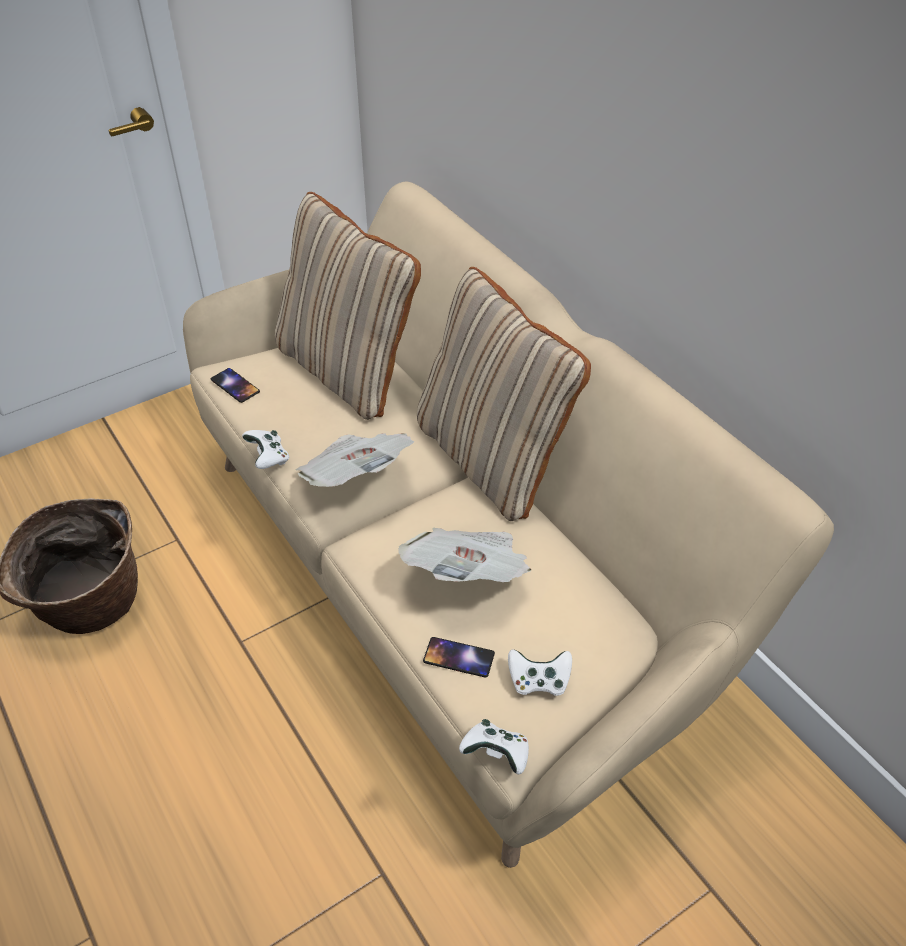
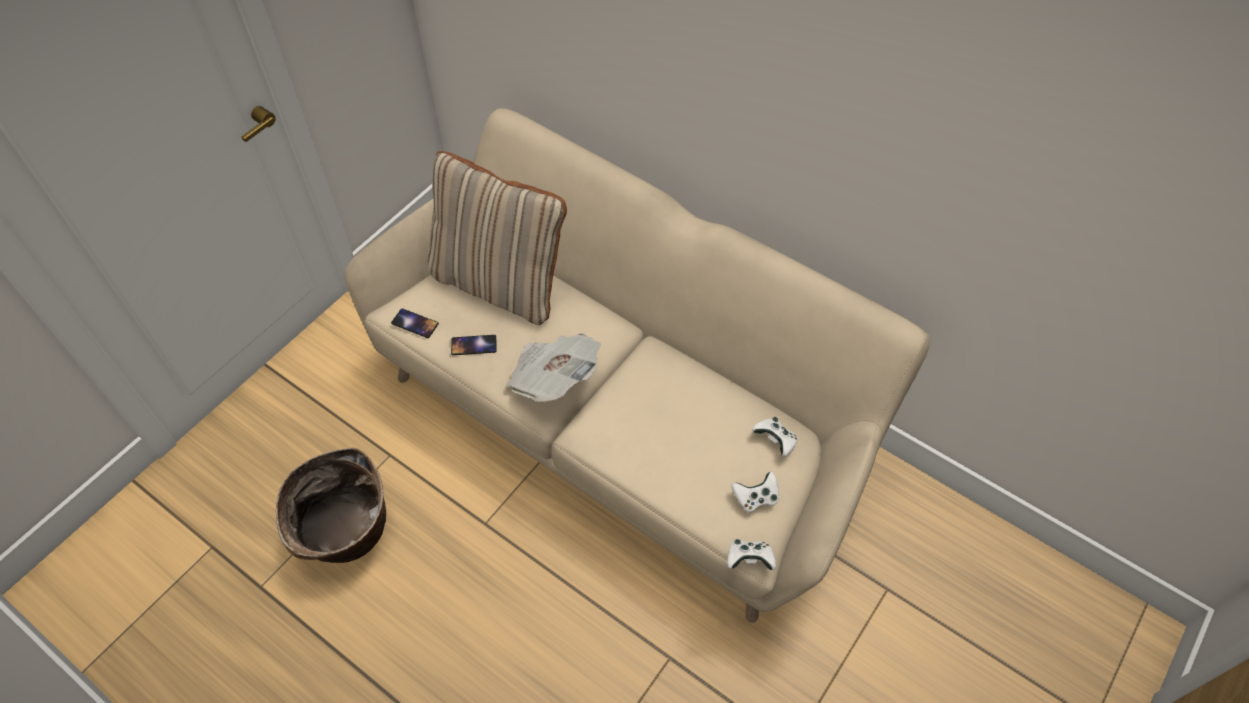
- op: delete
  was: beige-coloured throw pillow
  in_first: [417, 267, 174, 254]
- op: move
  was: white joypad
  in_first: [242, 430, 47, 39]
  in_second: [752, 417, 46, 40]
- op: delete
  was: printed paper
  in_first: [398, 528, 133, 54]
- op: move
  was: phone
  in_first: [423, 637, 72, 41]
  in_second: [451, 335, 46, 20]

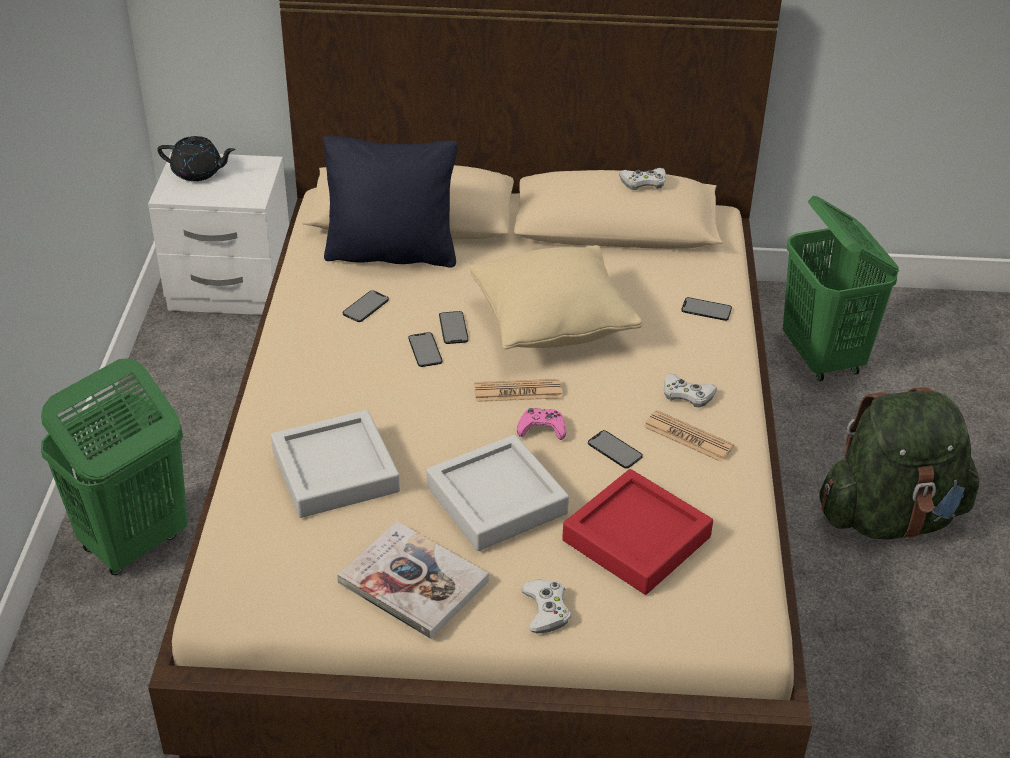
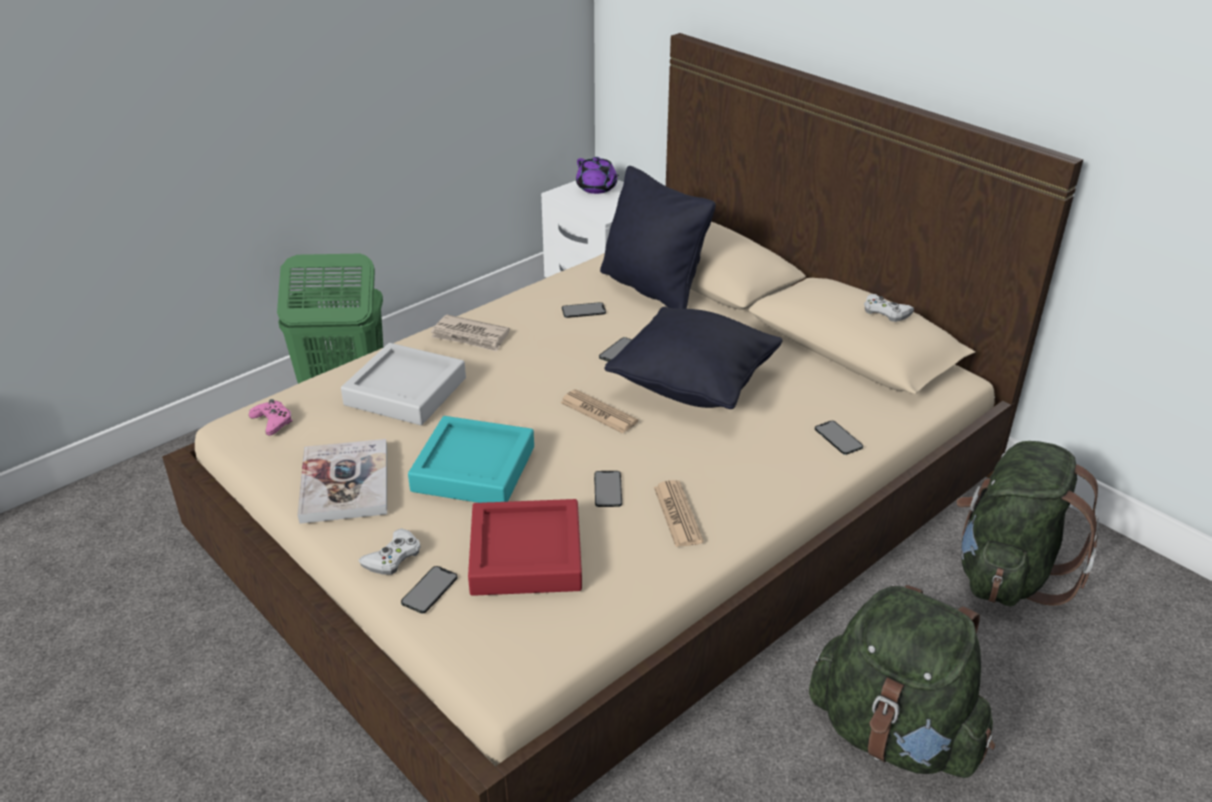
- op: recolor
  was: blackish tea pot
  now: purple tea pot
  in_first: [157, 136, 78, 45]
  in_second: [576, 157, 43, 37]
- op: replace
  was: green-coloured hamper
  now: green-coloured rucksack
  in_first: [783, 196, 116, 185]
  in_second: [956, 441, 143, 166]
- op: recolor
  was: beige-coloured throw pillow
  now: blackish throw pillow
  in_first: [470, 245, 172, 104]
  in_second: [604, 306, 179, 103]
- op: move
  was: phone
  in_first: [408, 332, 35, 35]
  in_second: [401, 566, 57, 48]
- op: delete
  was: white joypad
  in_first: [663, 374, 54, 34]
- op: move
  was: pink joypad
  in_first: [517, 408, 49, 32]
  in_second: [249, 399, 43, 36]
- op: recolor
  was: grey carrying tray
  now: turquoise-coloured carrying tray
  in_first: [426, 434, 143, 117]
  in_second: [408, 416, 126, 87]
- op: insert
  now: printed paper
  in_second: [431, 315, 79, 37]

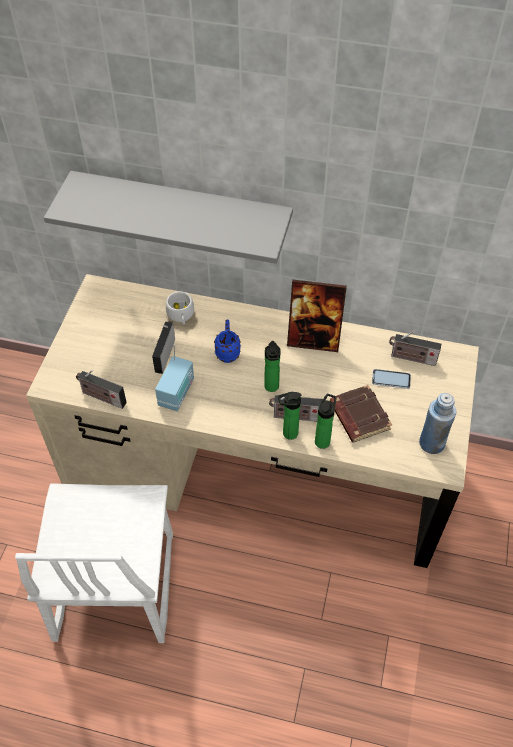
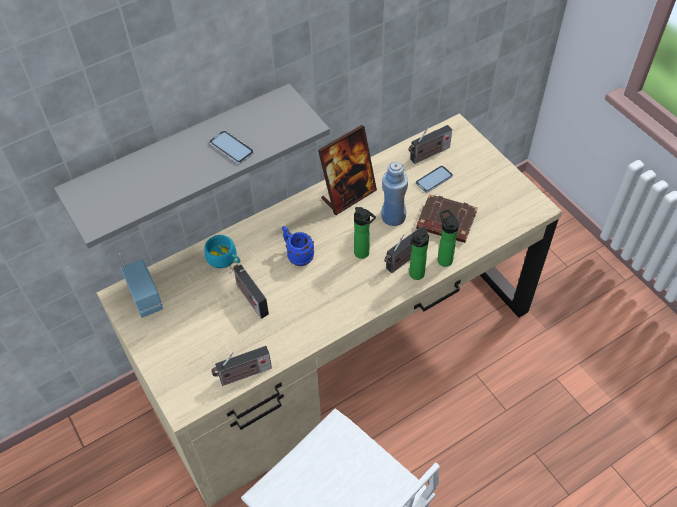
- op: recolor
  was: white drinking cup
  now: turquoise-coloured drinking cup
  in_first: [166, 292, 28, 32]
  in_second: [204, 235, 36, 33]
- op: move
  was: radio set
  in_first: [155, 345, 39, 66]
  in_second: [119, 253, 44, 65]
- op: move
  was: bluish drink bottle
  in_first: [419, 393, 38, 61]
  in_second: [381, 162, 27, 64]
- op: insert
  now: phone
  in_second: [209, 131, 45, 33]

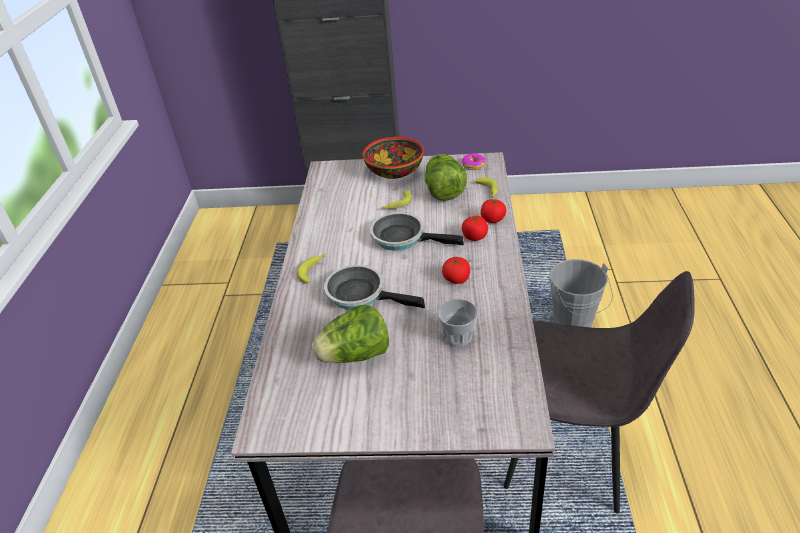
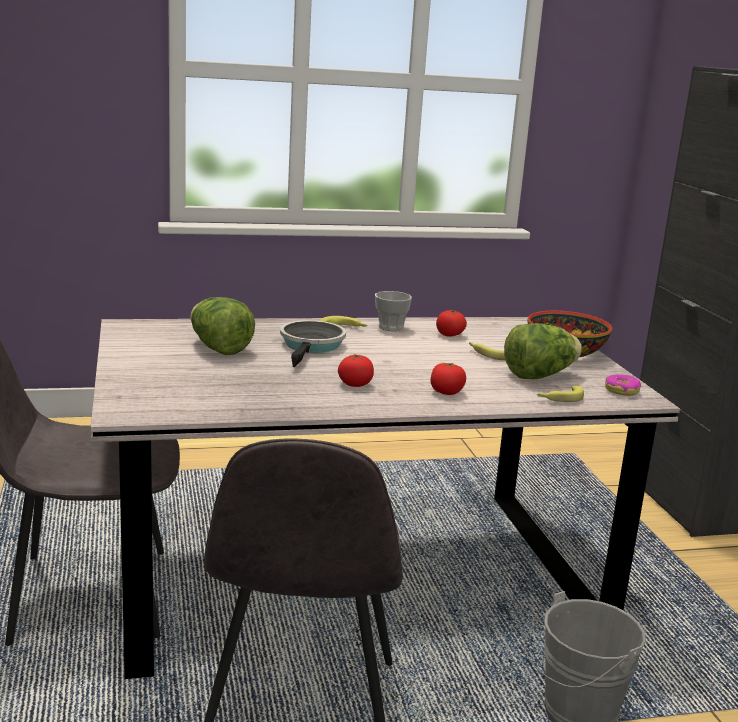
- op: move
  was: fresh tomato
  in_first: [481, 199, 25, 24]
  in_second: [436, 310, 31, 27]
- op: delete
  was: pan
  in_first: [370, 212, 94, 39]
- op: move
  was: drinking cup
  in_first: [437, 299, 41, 48]
  in_second: [375, 291, 37, 40]

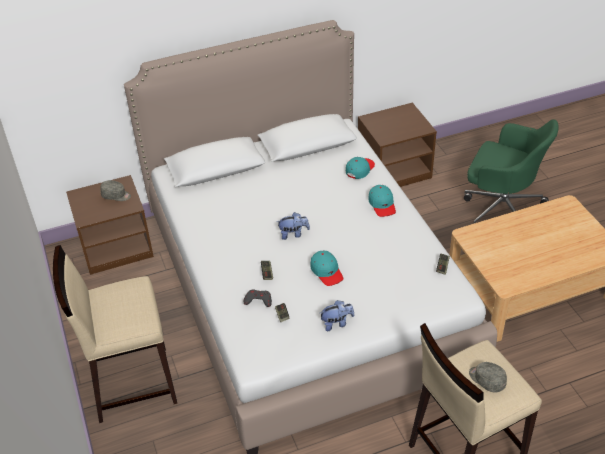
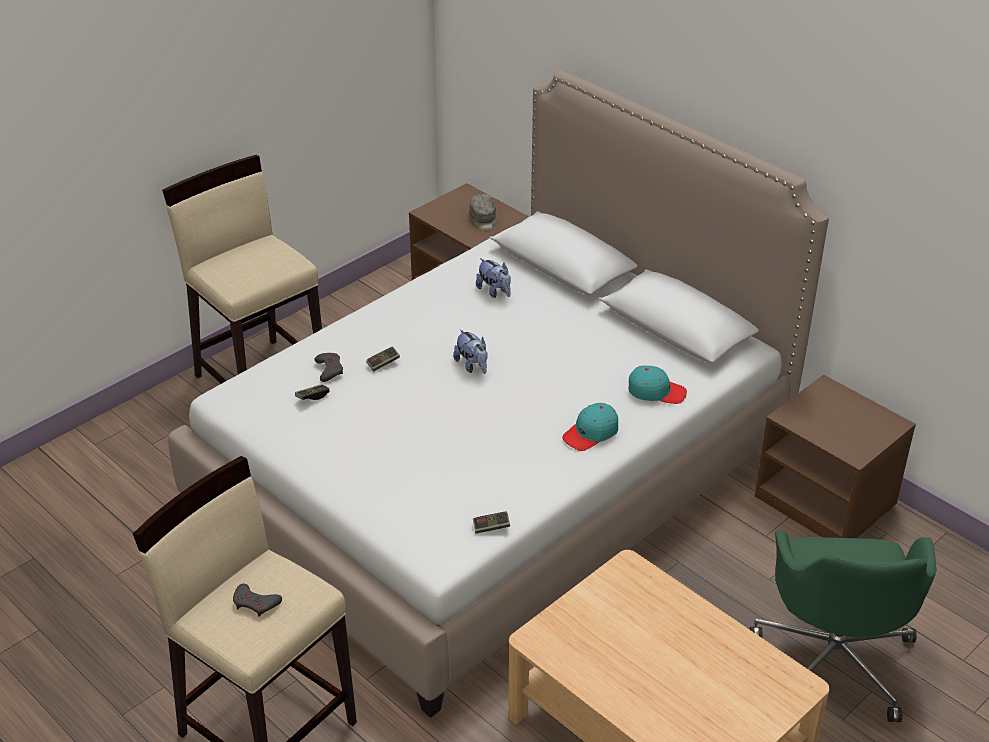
- op: delete
  was: turquoise-coloured baseball cap
  in_first: [310, 250, 33, 36]
- op: move
  was: plush toy
  in_first: [320, 300, 34, 31]
  in_second: [476, 258, 35, 40]
- op: replace
  was: grey baseball cap
  now: grey joypad
  in_first: [469, 362, 38, 31]
  in_second: [233, 584, 49, 33]

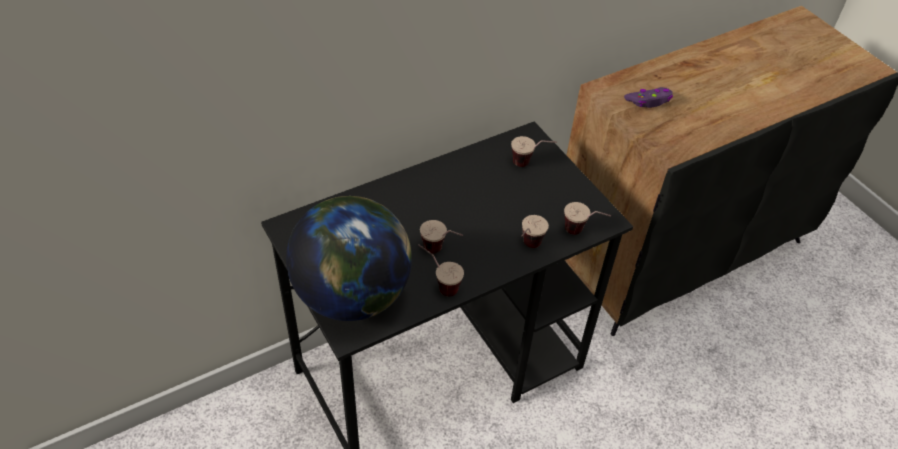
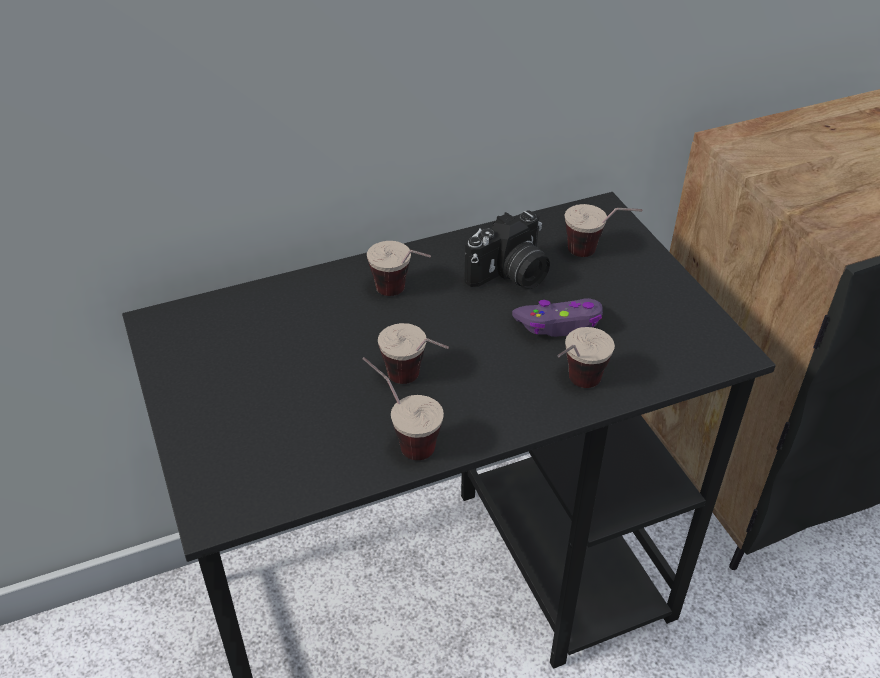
- op: move
  was: purple joypad
  in_first: [624, 87, 49, 21]
  in_second: [512, 298, 91, 39]
- op: delete
  was: globe
  in_first: [286, 196, 126, 125]
- op: move
  was: drinking cup
  in_first: [564, 202, 47, 33]
  in_second: [367, 241, 64, 55]
- op: insert
  now: still camera
  in_second: [464, 211, 86, 78]

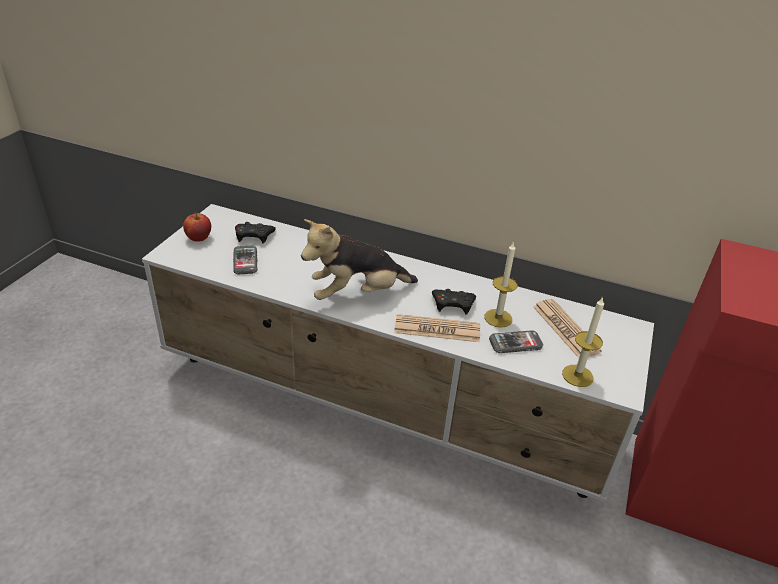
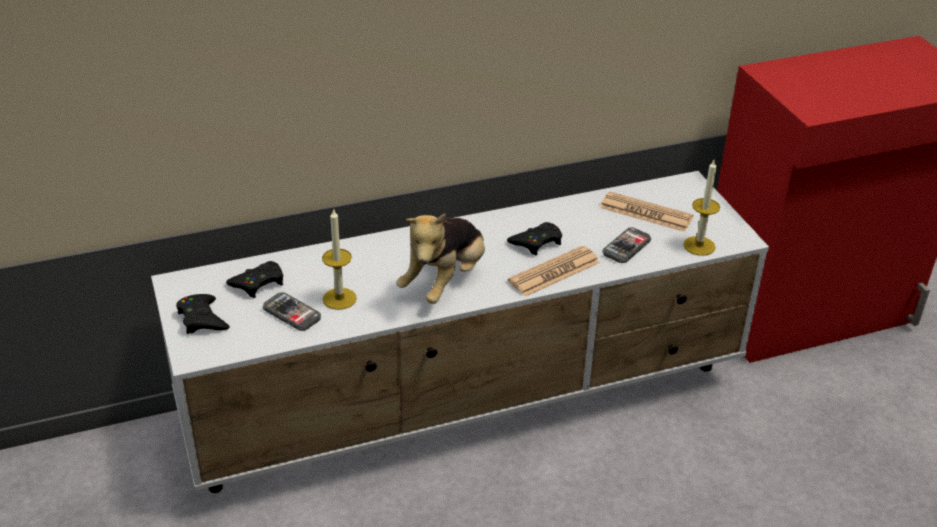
- op: replace
  was: apple
  now: blackish joypad
  in_first: [183, 212, 28, 30]
  in_second: [176, 294, 54, 40]
- op: move
  was: candle
  in_first: [484, 241, 34, 87]
  in_second: [322, 208, 35, 102]

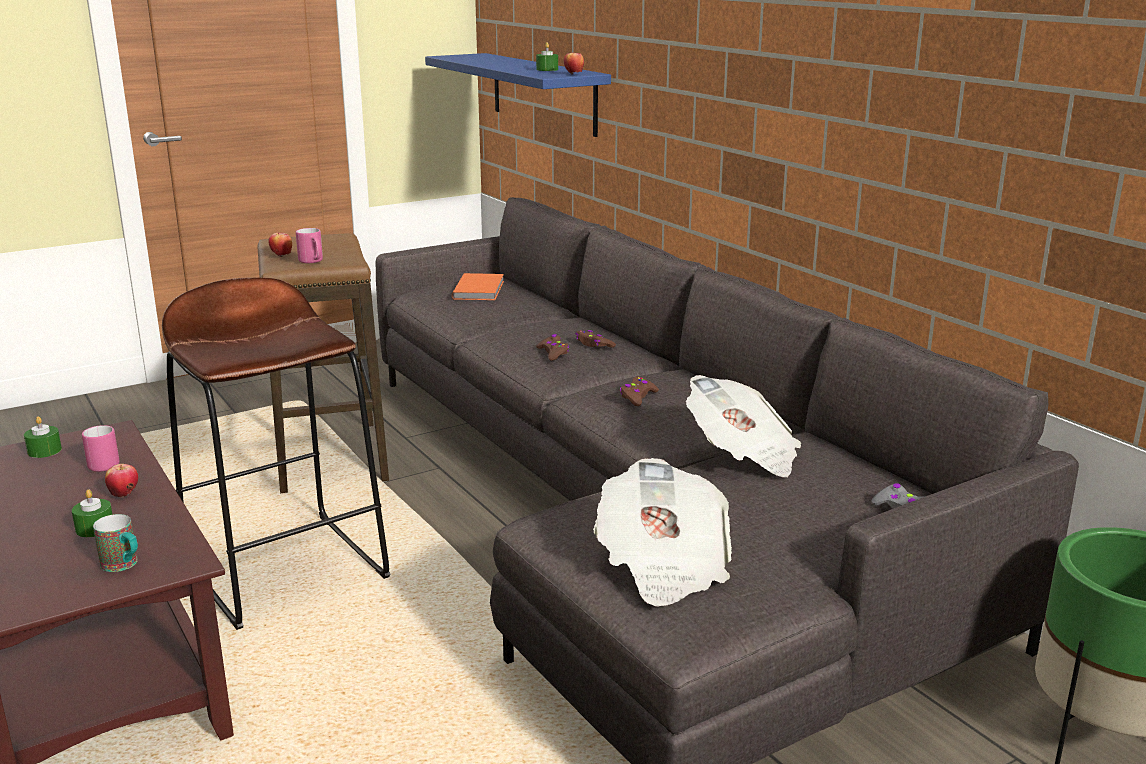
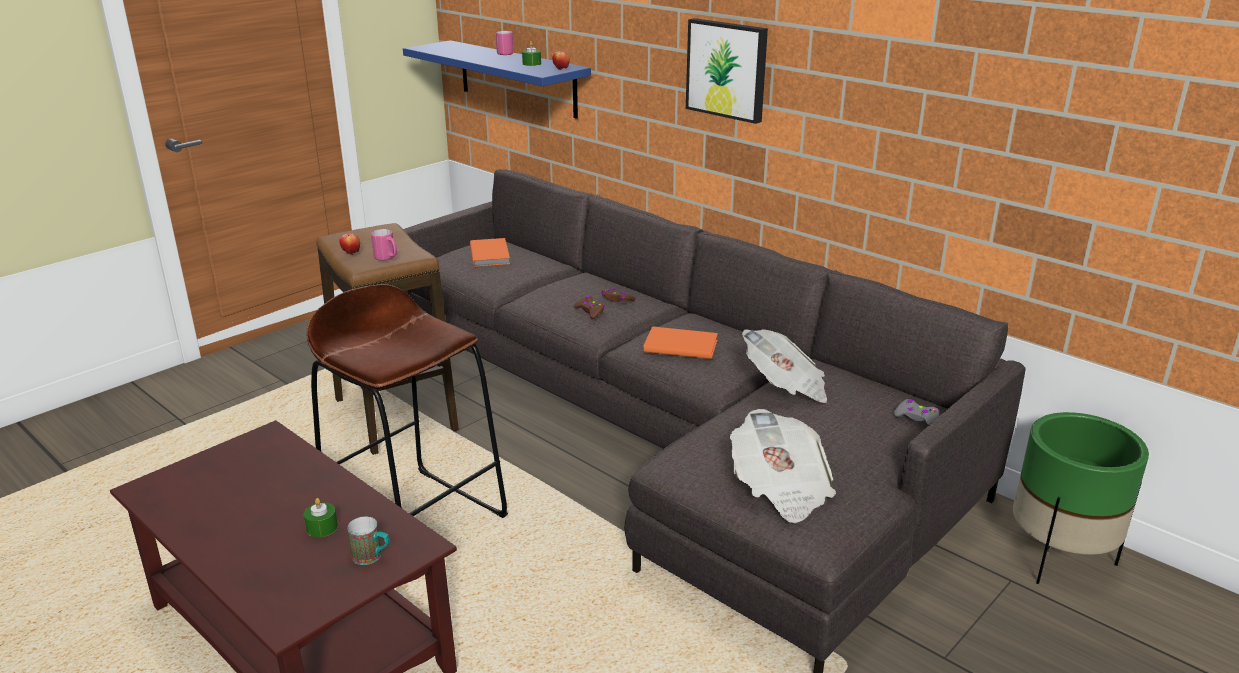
- op: replace
  was: brownish joypad
  now: orange bound book
  in_first: [620, 376, 39, 30]
  in_second: [643, 326, 75, 33]
- op: delete
  was: green-coloured candle
  in_first: [24, 416, 38, 42]
- op: move
  was: pink coffee mug
  in_first: [82, 425, 38, 47]
  in_second: [496, 31, 18, 24]
- op: delete
  was: apple
  in_first: [105, 464, 33, 33]
- op: insert
  now: picture
  in_second: [686, 18, 82, 106]

